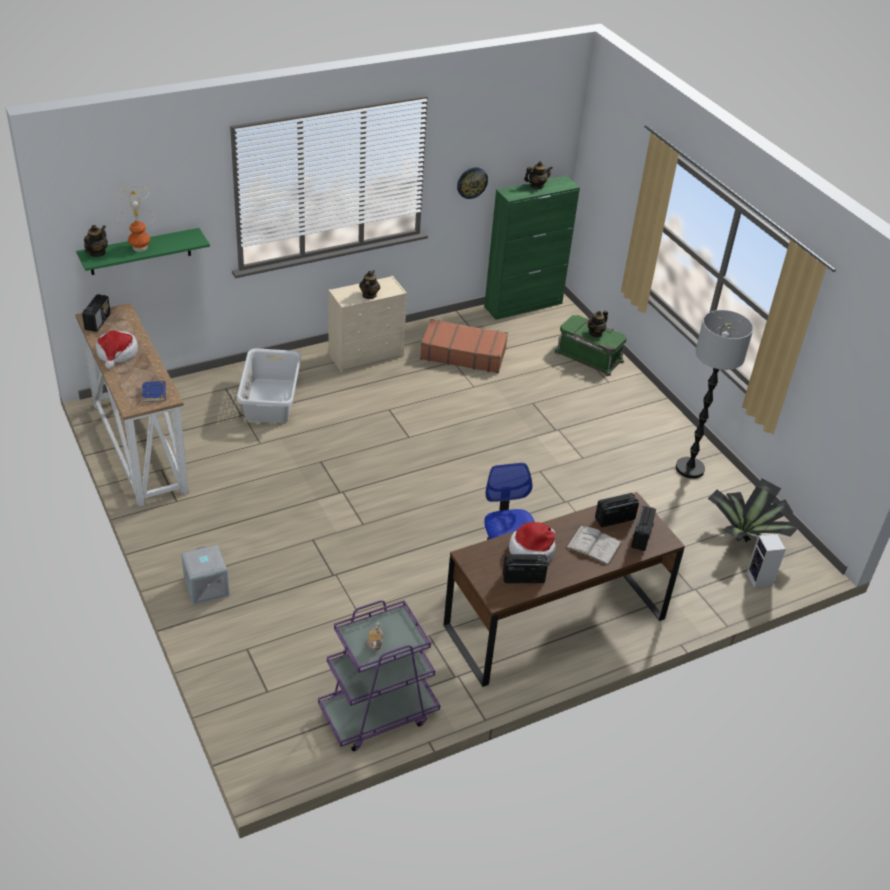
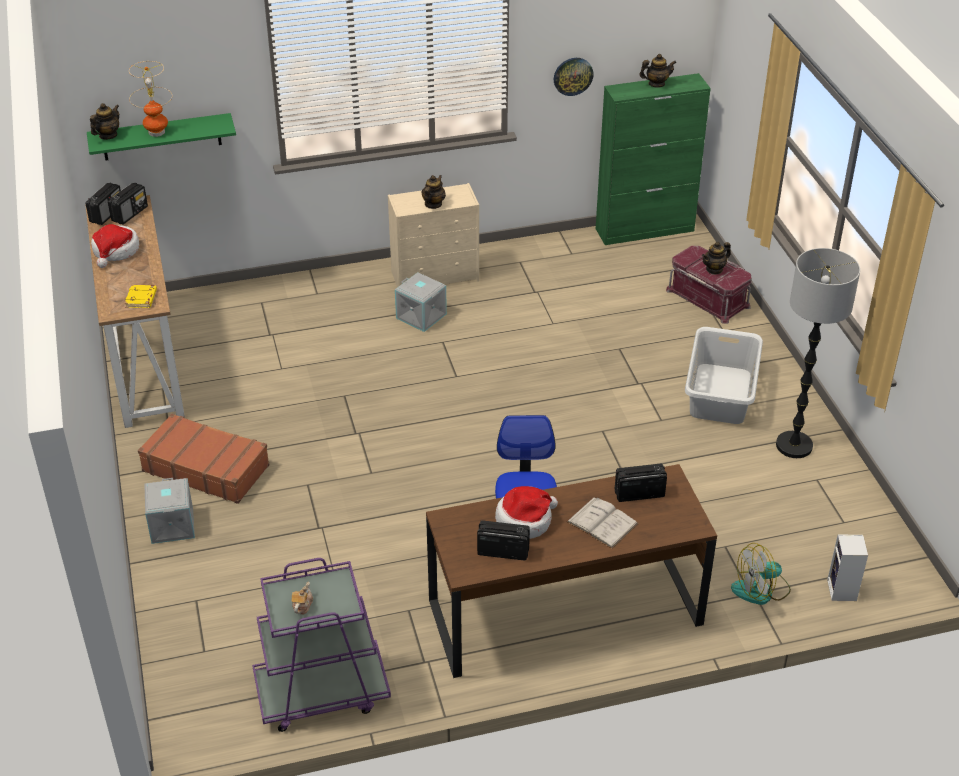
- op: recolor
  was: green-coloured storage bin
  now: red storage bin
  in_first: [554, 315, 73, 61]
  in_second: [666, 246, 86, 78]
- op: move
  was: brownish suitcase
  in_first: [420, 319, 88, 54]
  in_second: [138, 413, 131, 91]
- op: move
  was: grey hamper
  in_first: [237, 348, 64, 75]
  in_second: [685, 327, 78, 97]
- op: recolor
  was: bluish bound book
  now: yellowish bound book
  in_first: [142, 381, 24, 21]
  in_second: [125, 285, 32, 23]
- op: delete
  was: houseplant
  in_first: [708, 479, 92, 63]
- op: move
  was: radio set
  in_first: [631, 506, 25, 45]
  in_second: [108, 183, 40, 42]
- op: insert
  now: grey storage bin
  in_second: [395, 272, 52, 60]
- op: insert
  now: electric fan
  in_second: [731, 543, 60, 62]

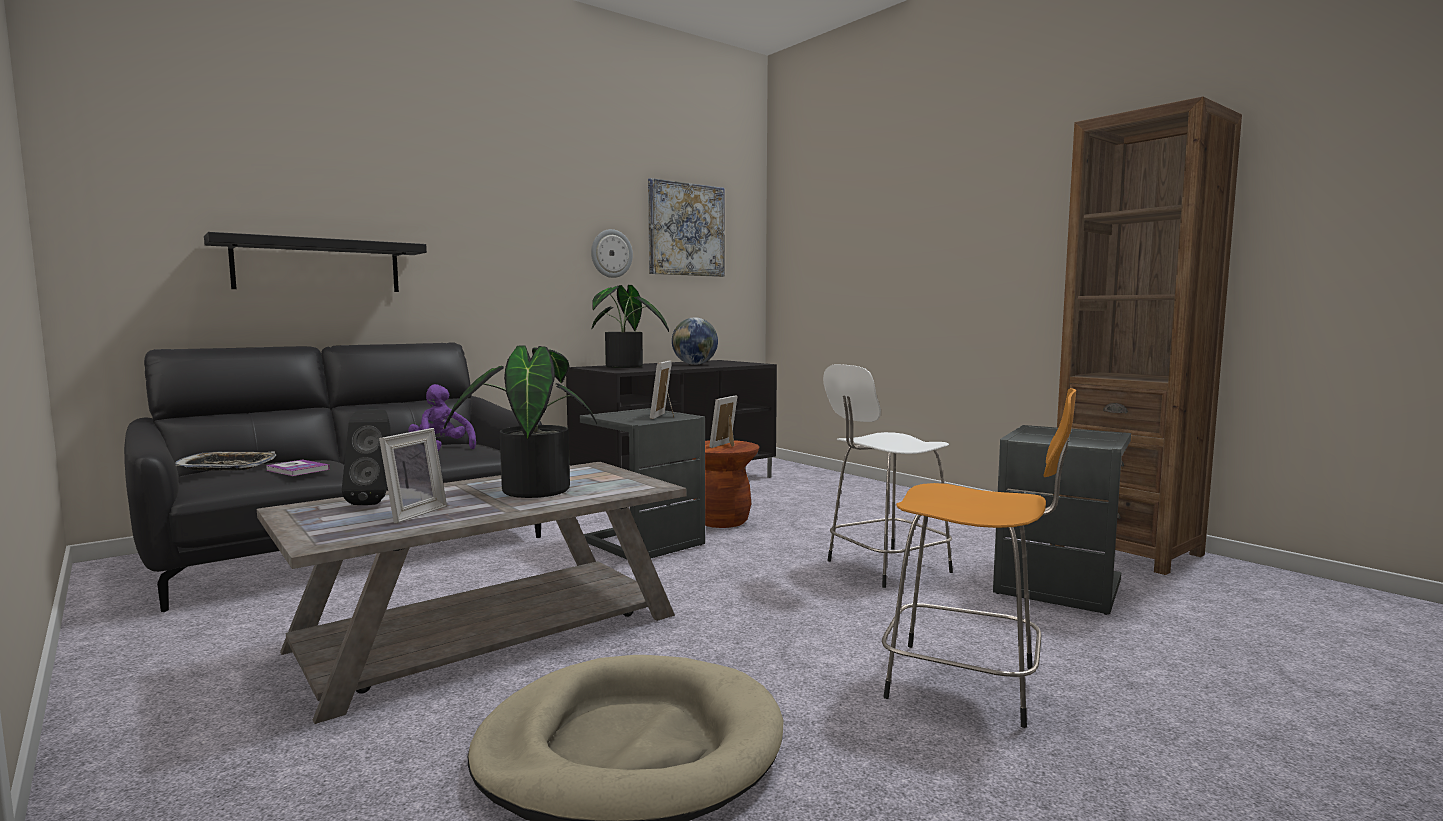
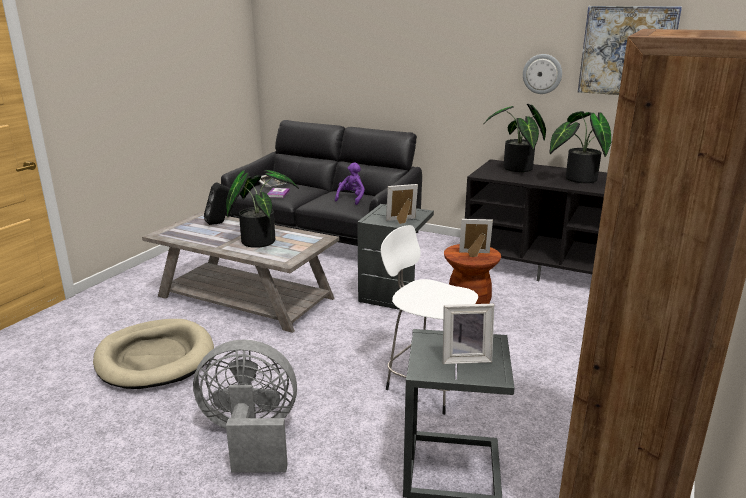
- op: delete
  was: blackish bracket shelf
  in_first: [204, 232, 223, 60]
- op: replace
  was: globe
  now: houseplant
  in_first: [672, 318, 46, 47]
  in_second: [549, 111, 62, 72]
- op: replace
  was: orange sitting stool
  now: grey electric fan
  in_first: [882, 388, 194, 340]
  in_second: [193, 340, 104, 133]
- op: move
  was: standing frame
  in_first: [379, 428, 68, 95]
  in_second: [443, 304, 51, 60]

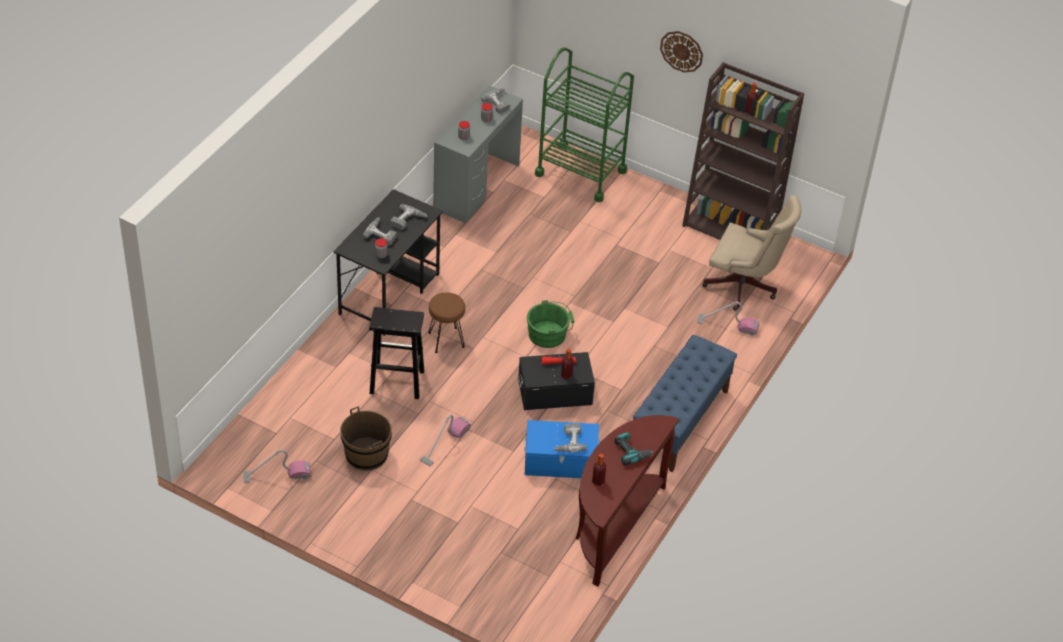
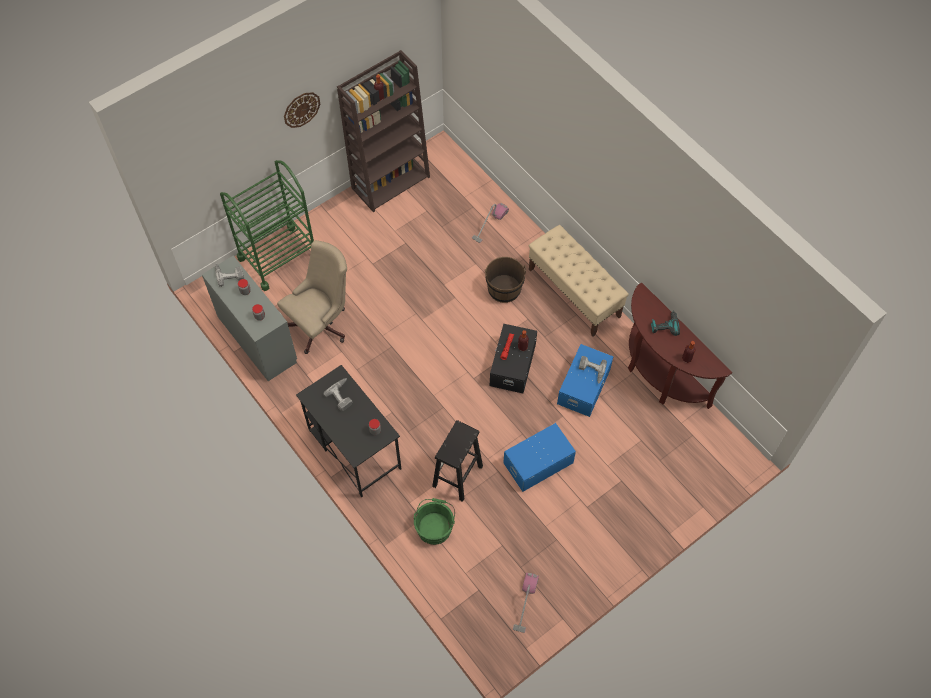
- op: move
  was: beige-coloured computer chair
  in_first: [702, 195, 99, 116]
  in_second: [277, 240, 70, 114]
- op: delete
  was: power drill
  in_first: [363, 218, 34, 28]
- op: delete
  was: brownish sitting stool
  in_first: [428, 293, 37, 60]
- op: move
  was: green-coloured water bucket
  in_first: [527, 300, 47, 48]
  in_second: [414, 498, 41, 47]
- op: recolor
  was: bluish long seat
  now: beige-coloured long seat
  in_first: [633, 335, 104, 137]
  in_second: [529, 225, 100, 112]
- op: move
  was: brownish water bucket
  in_first: [340, 406, 52, 65]
  in_second: [485, 257, 41, 46]
- op: replace
  was: vacuum
  now: bluish storage bin
  in_first: [420, 415, 51, 51]
  in_second: [503, 423, 73, 69]

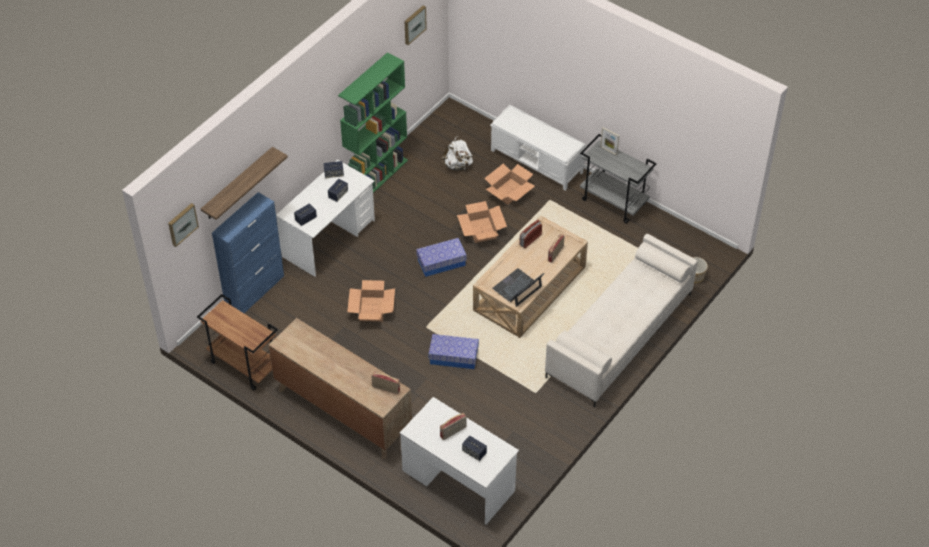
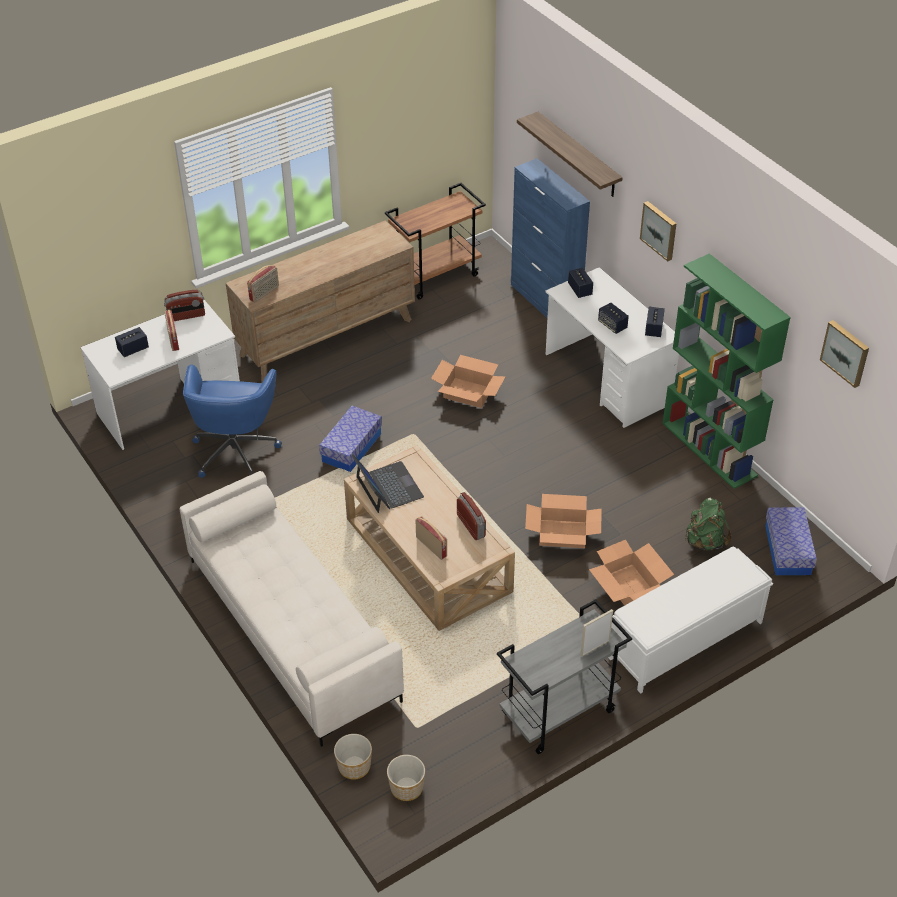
- op: recolor
  was: white rucksack
  now: green-coloured rucksack
  in_first: [442, 136, 31, 35]
  in_second: [686, 498, 46, 53]
- op: move
  was: picture
  in_first: [168, 203, 31, 44]
  in_second: [640, 201, 37, 61]
- op: move
  was: storage bin
  in_first: [416, 238, 51, 39]
  in_second: [765, 507, 52, 68]
- op: insert
  now: radio set
  in_second: [164, 289, 41, 32]
- op: insert
  now: bluish computer chair
  in_second: [183, 365, 99, 113]
- op: insert
  now: planter
  in_second: [387, 755, 38, 46]

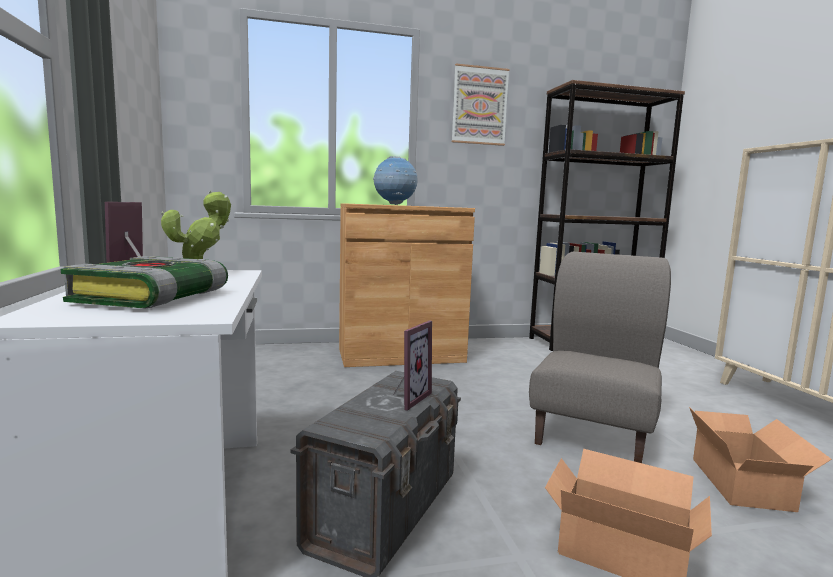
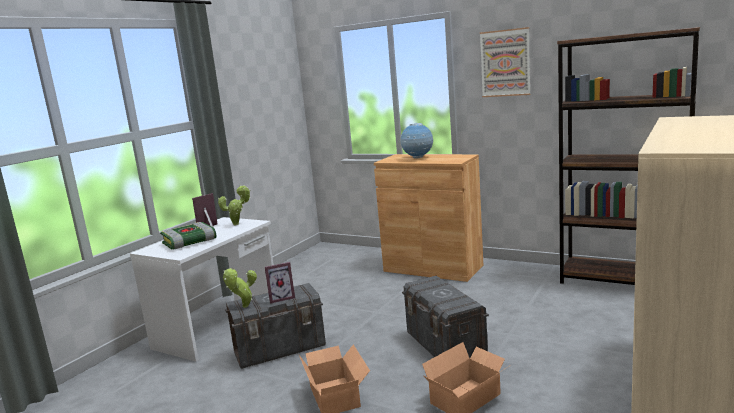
- op: replace
  was: grey plain chair
  now: grey storage bin
  in_first: [529, 252, 142, 211]
  in_second: [402, 276, 87, 82]
- op: insert
  now: houseplant
  in_second: [223, 268, 34, 40]

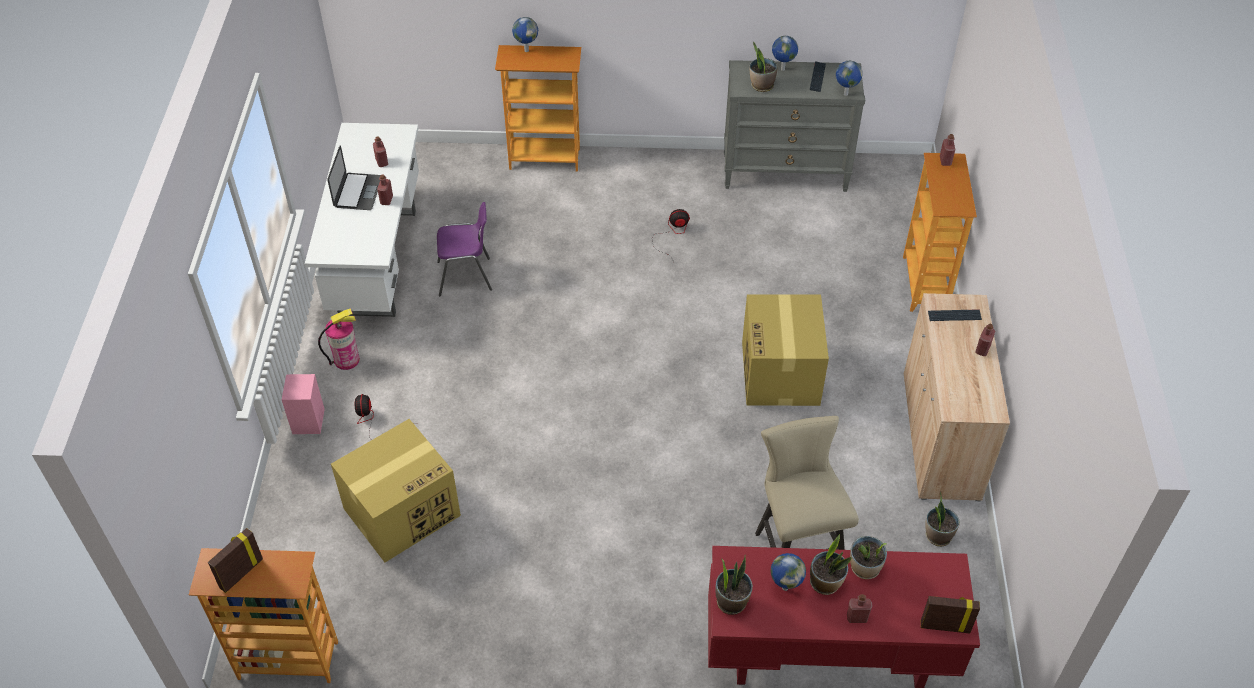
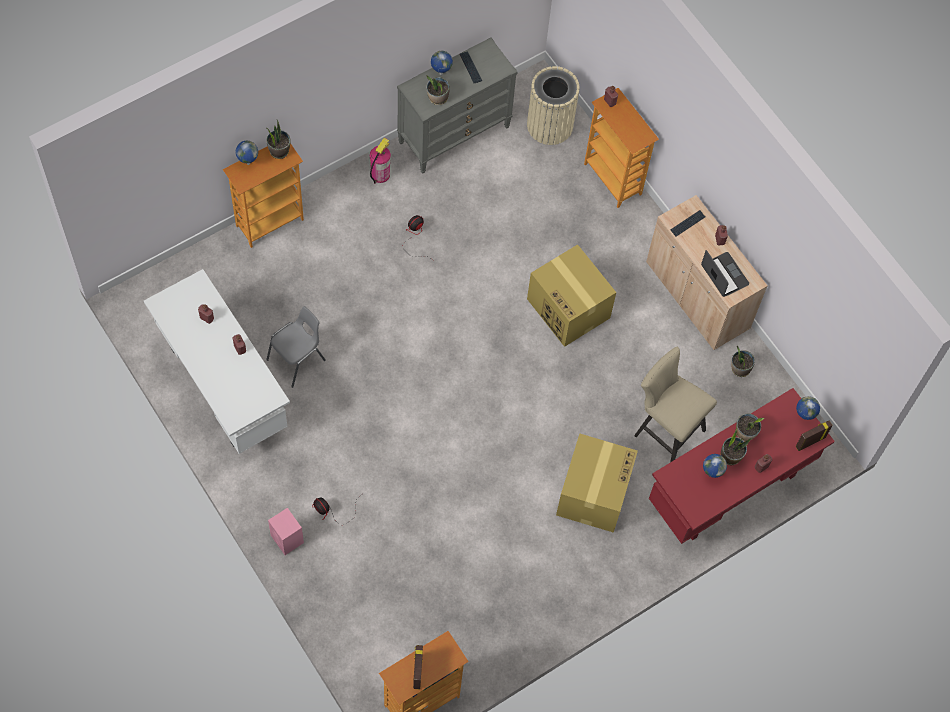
- op: move
  was: globe
  in_first: [836, 61, 27, 35]
  in_second: [796, 396, 24, 24]
- op: move
  was: laptop
  in_first: [327, 145, 53, 65]
  in_second: [701, 250, 48, 47]
- op: recolor
  was: purple plain chair
  now: grey plain chair
  in_first: [437, 202, 55, 94]
  in_second: [266, 306, 60, 82]
- op: move
  was: fire-fighting cylinder
  in_first: [318, 308, 42, 62]
  in_second: [370, 138, 21, 46]
- op: move
  was: packing box
  in_first: [331, 419, 130, 143]
  in_second: [556, 433, 82, 100]
- op: move
  was: houseplant
  in_first: [715, 555, 38, 60]
  in_second: [266, 120, 24, 39]
- op: insert
  now: beige-coloured rubbish bin
  in_second: [527, 66, 53, 79]

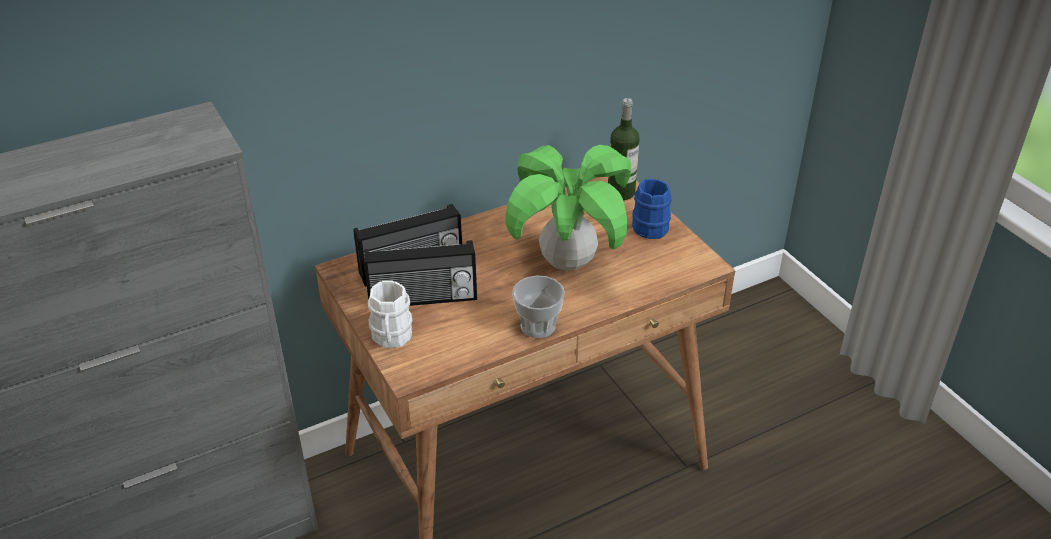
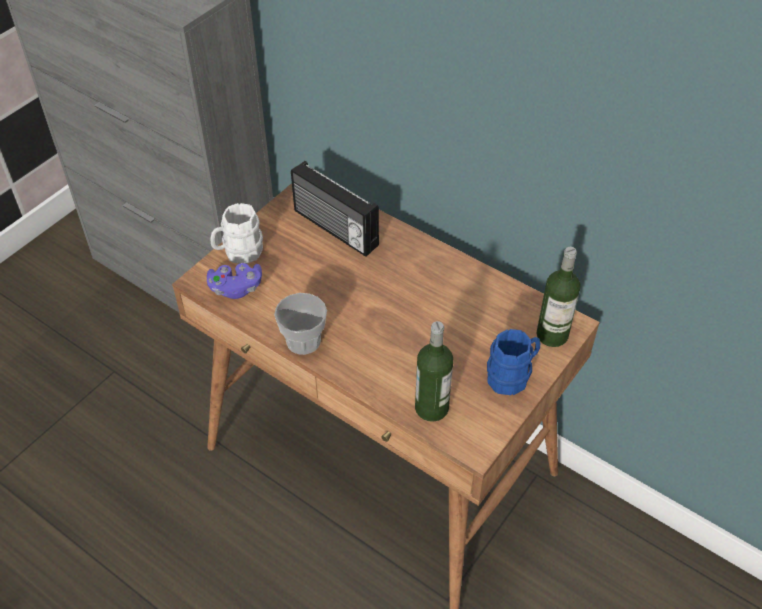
- op: delete
  was: houseplant
  in_first: [505, 145, 126, 126]
- op: delete
  was: radio set
  in_first: [364, 240, 113, 66]
- op: insert
  now: purple joypad
  in_second: [207, 263, 55, 36]
- op: insert
  now: drink bottle
  in_second: [415, 321, 38, 101]

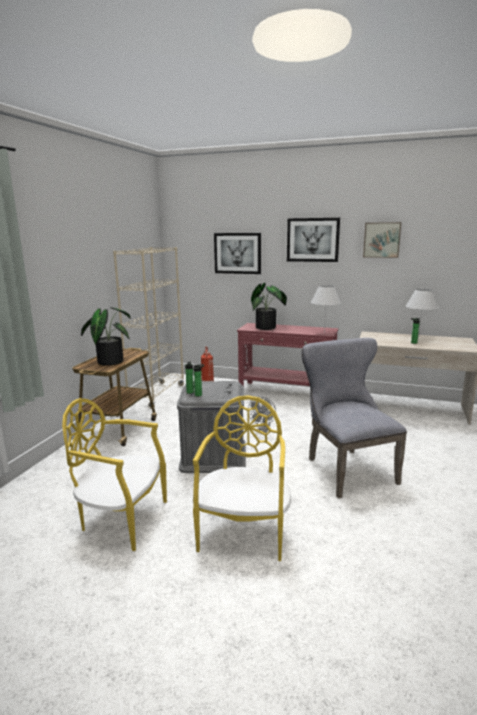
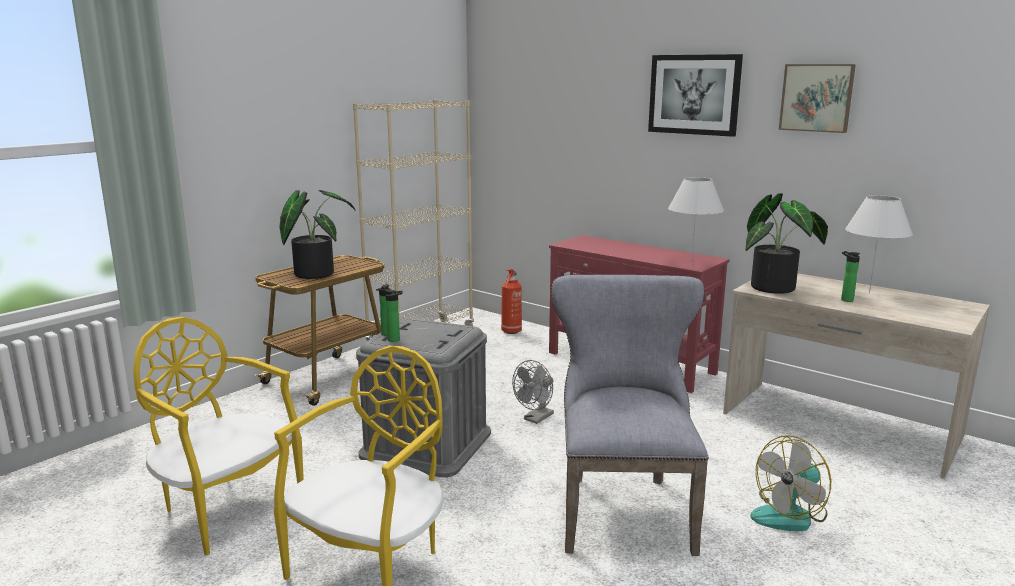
- op: delete
  was: picture
  in_first: [214, 233, 47, 41]
- op: move
  was: houseplant
  in_first: [251, 283, 36, 47]
  in_second: [746, 193, 82, 101]
- op: insert
  now: electric fan
  in_second: [750, 435, 81, 96]

